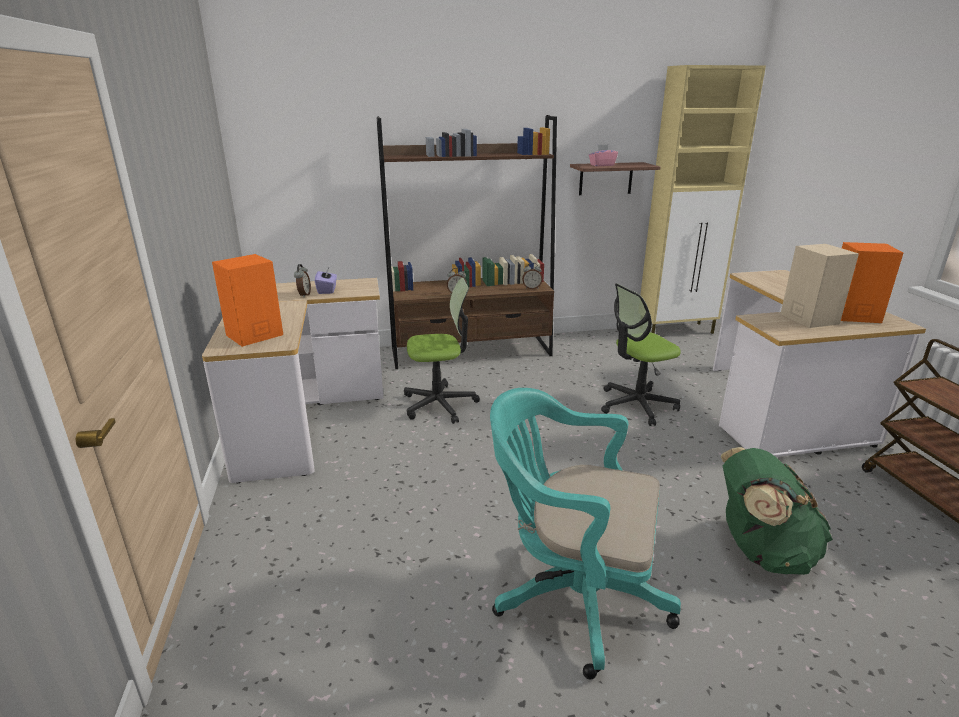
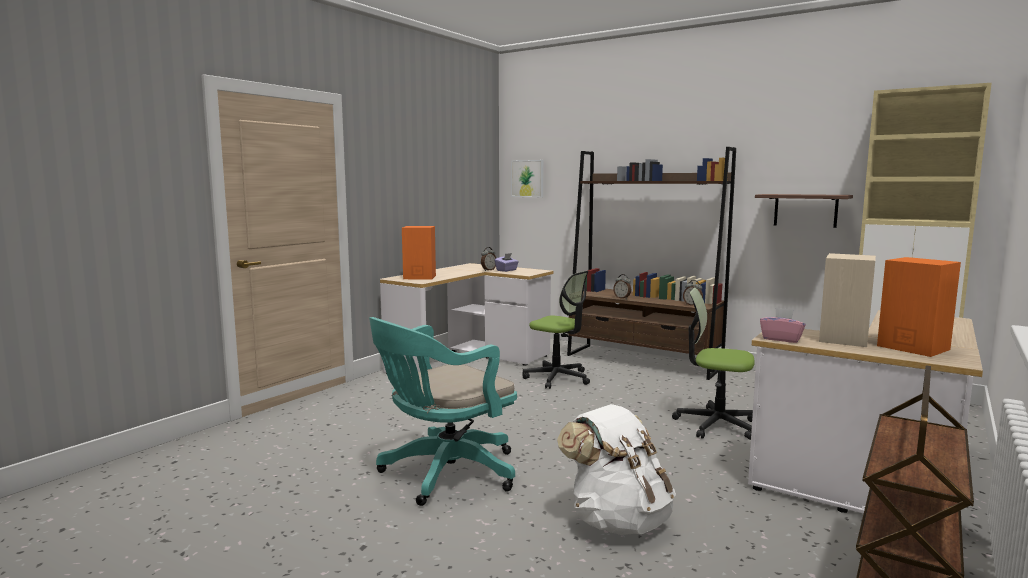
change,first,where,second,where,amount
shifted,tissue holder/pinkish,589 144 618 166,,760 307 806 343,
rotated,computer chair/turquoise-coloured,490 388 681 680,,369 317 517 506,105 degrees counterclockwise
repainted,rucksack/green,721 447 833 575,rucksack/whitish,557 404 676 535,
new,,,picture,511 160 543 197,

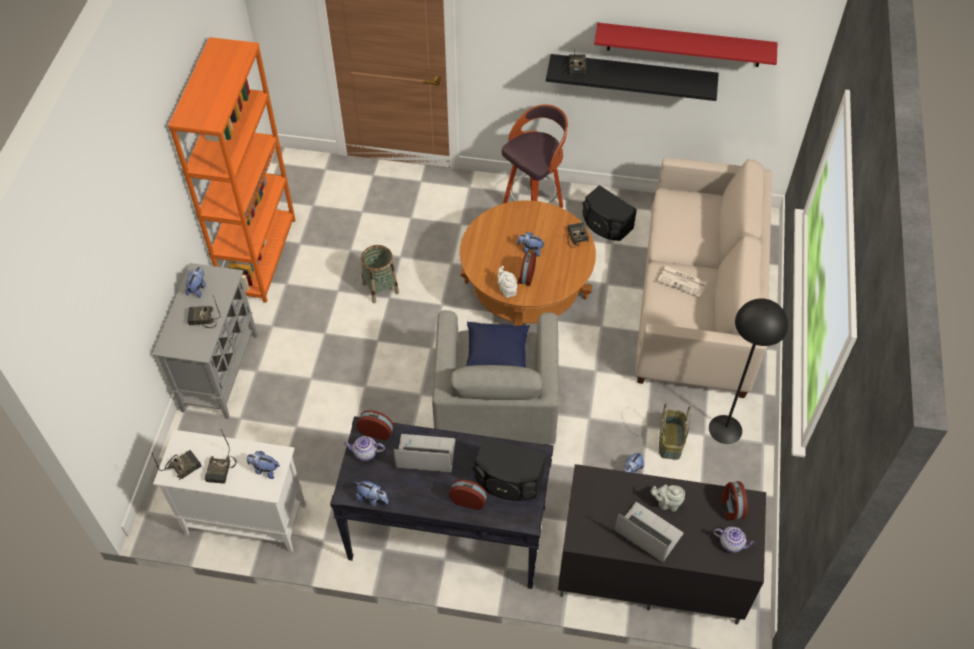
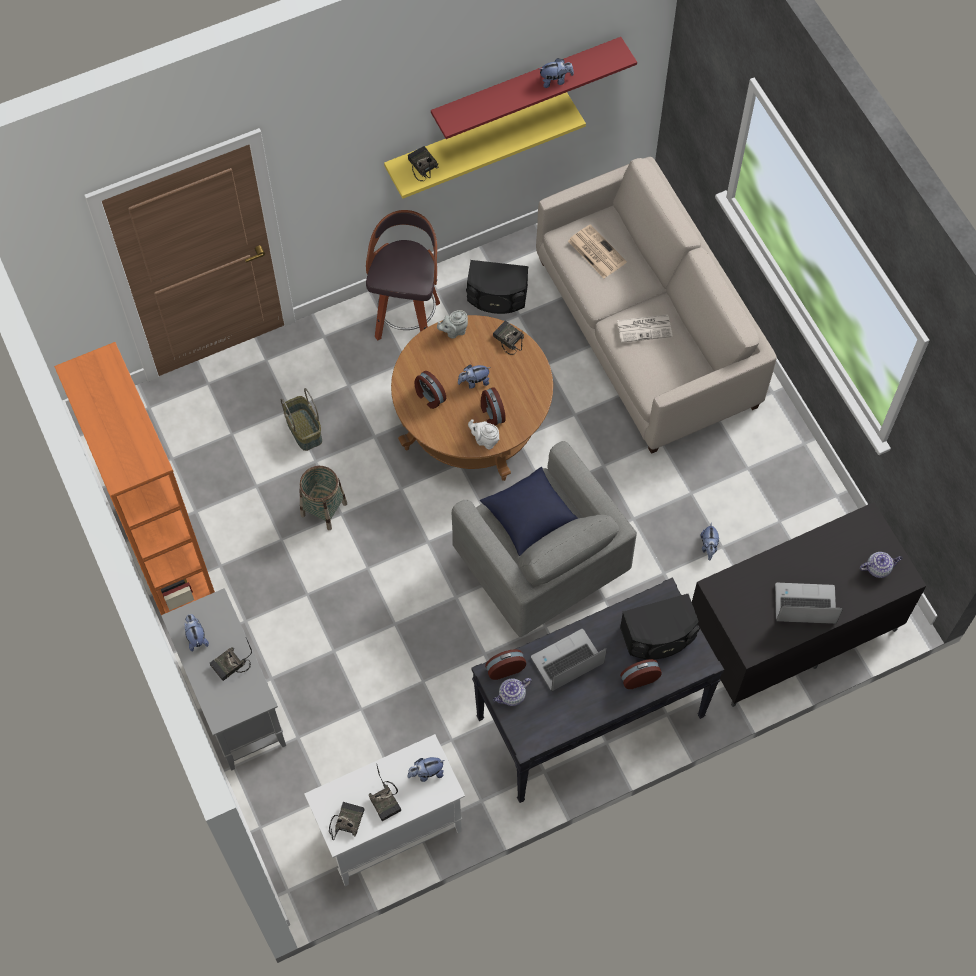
change,first,where,second,where,amount
repainted,shelf/black,546 54 719 101,shelf/yellowish,384 92 586 199,
gone,floor lamp/black,709 298 788 444,,,
shifted,household basket,659 403 691 460,,281 388 322 451,
shifted,cuddly toy,355 481 388 506,,540 58 574 88,
shifted,table clock,721 481 748 520,,415 371 446 409,
shifted,pot for tea/greyish,650 485 685 512,,437 310 468 339,
new,,,printed paper,568 224 627 278,

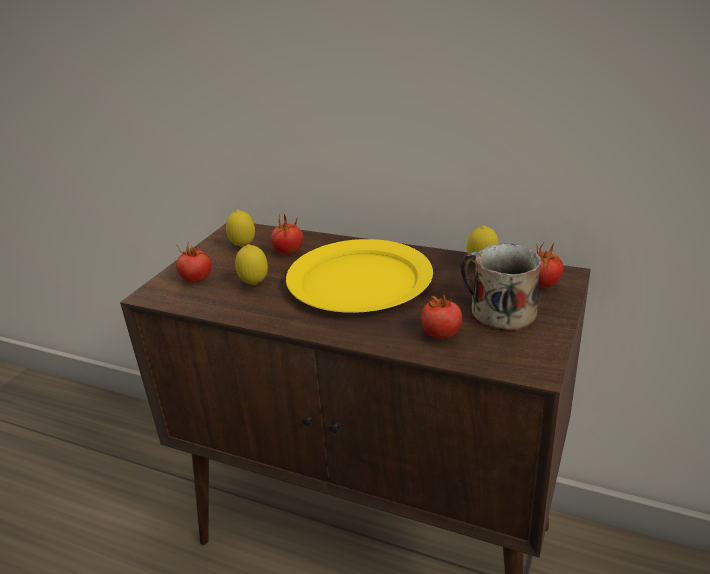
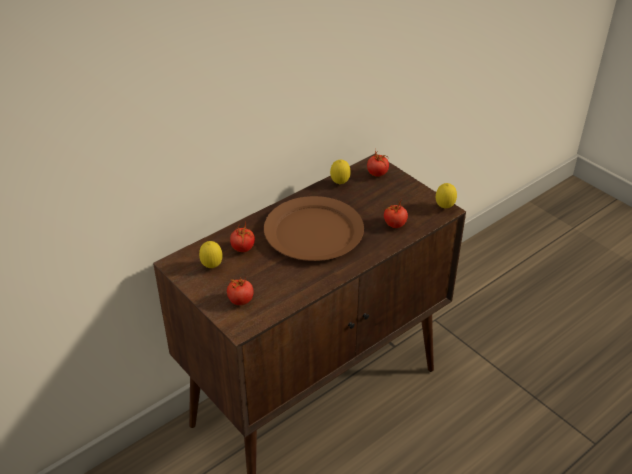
change,first,where,second,where,amount
repainted,flat dish/yellowish,286 239 433 313,flat dish/brownish,264 196 364 261,
gone,mug,461 243 541 331,,,
shifted,whole lemon,235 244 268 286,,436 183 457 208,

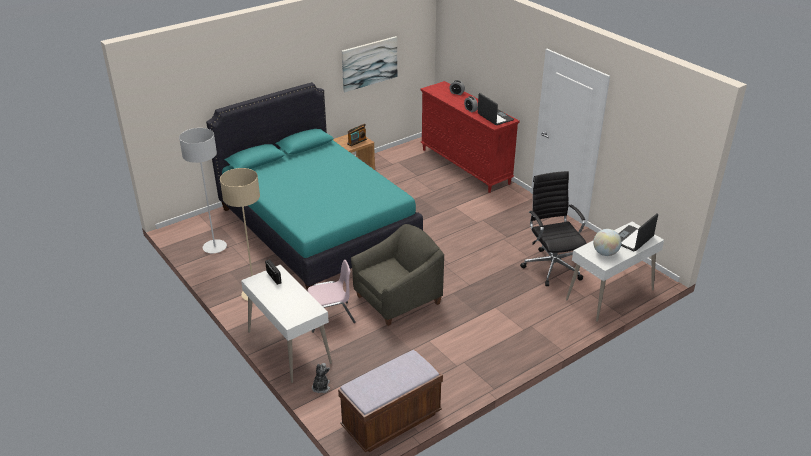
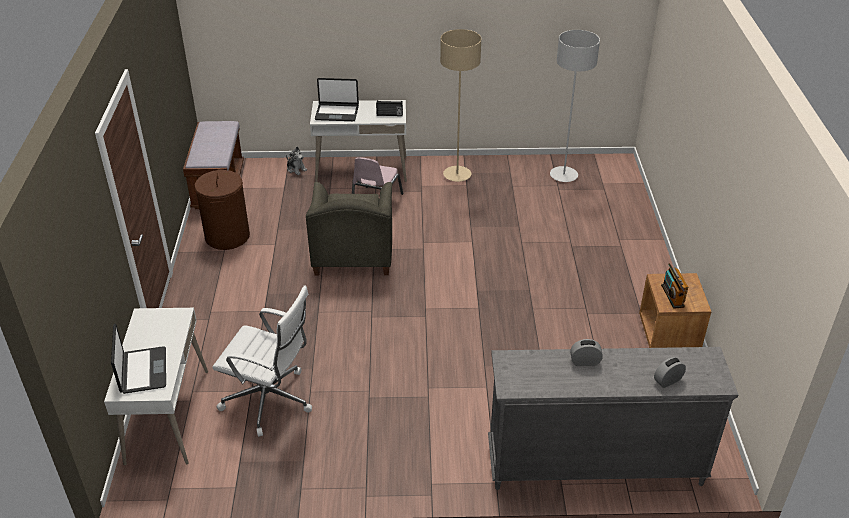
change,first,where,second,where,amount
gone,picture,342 36 397 92,,,
repainted,drawer chest/reddish,420 81 520 193,drawer chest/greyish,488 347 739 490,
gone,bedroom bed/turquoise-coloured,206 82 423 290,,,
shifted,laptop,478 93 514 125,,315 78 359 121,
repainted,computer chair/black,520 171 587 286,computer chair/whitish,212 286 312 437,
gone,globe,593 229 621 256,,,
new,,,hamper/brownish,195 169 250 250,

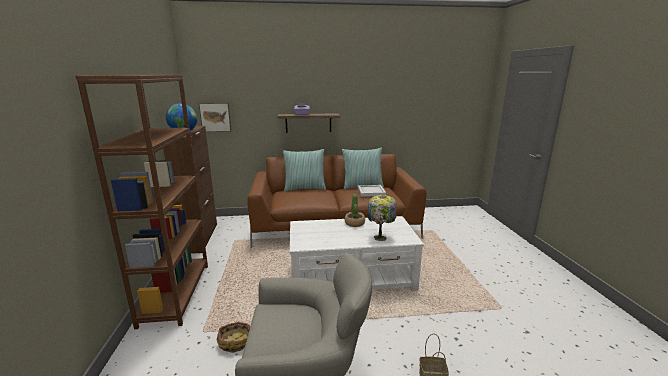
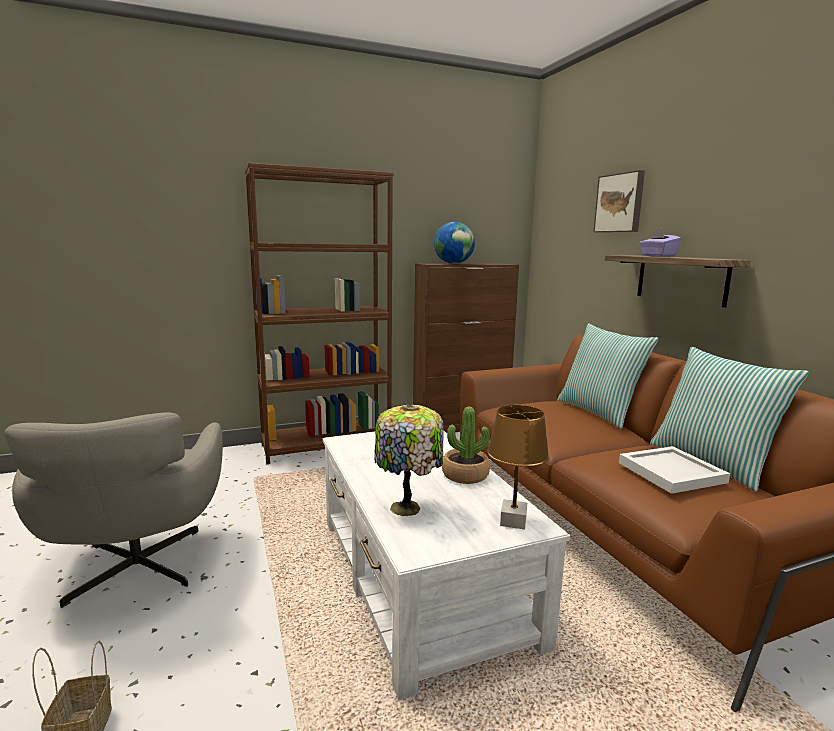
change,first,where,second,where,amount
shifted,picture,199 103 231 132,,593 170 645 232,
gone,household basket,217 322 250 353,,,
new,,,lamp for a table/brownish,487 405 549 530,

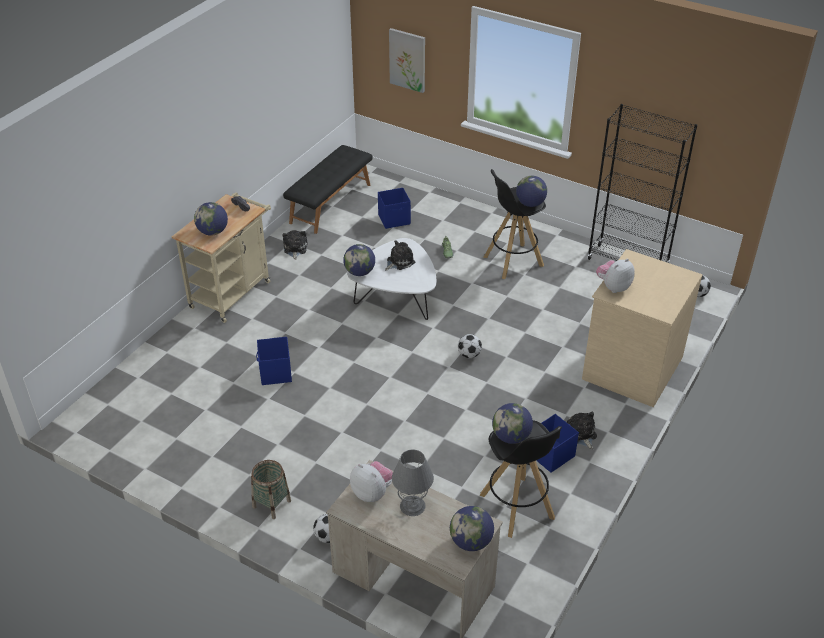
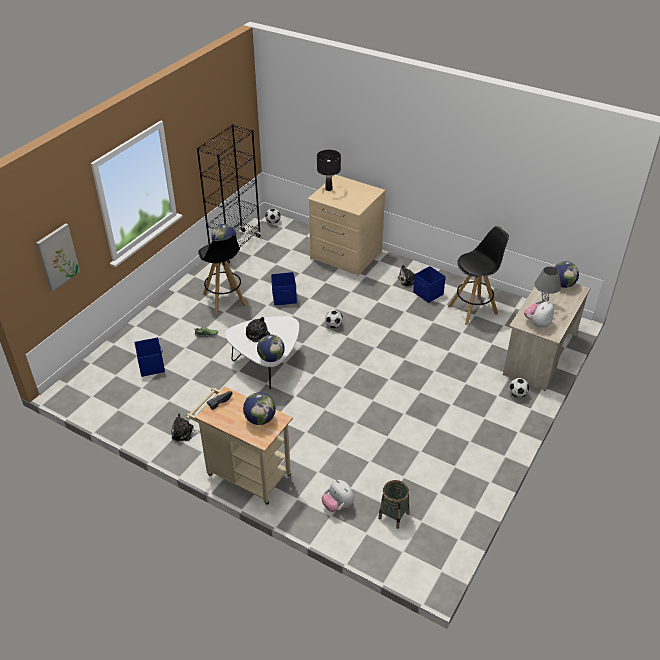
change,first,where,second,where,amount
gone,indoor bench/black,283 145 373 234,,,
shifted,cuddly toy,596 259 635 293,,322 480 354 512,
shifted,storage bin/bluish,256 337 292 385,,271 272 297 306,
gone,globe,492 403 533 444,,,
shifted,household basket,251 460 291 519,,378 480 409 529,
new,,,lamp for a table/black,317 150 341 191,

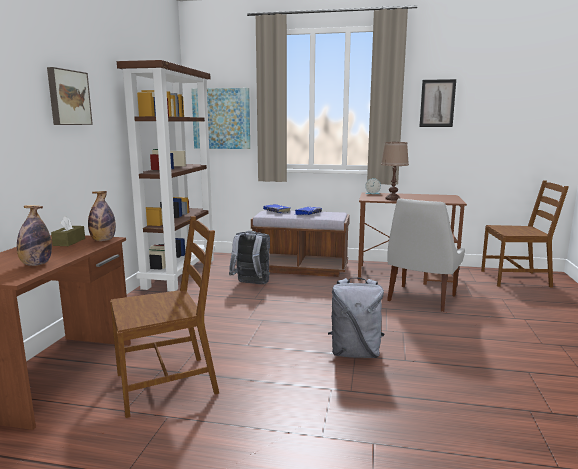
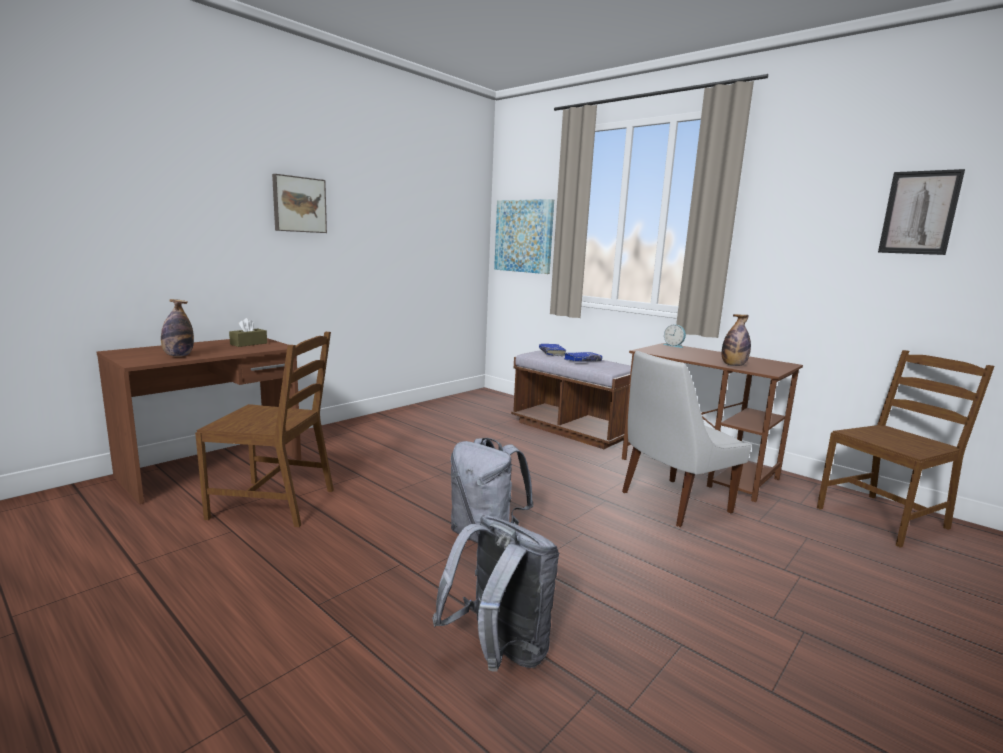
change,first,where,second,where,amount
gone,shelving unit/brownish,117 60 215 292,,,
shifted,picture,420 79 456 127,,878 169 965 255,
gone,lamp for a table/brownish,381 142 409 201,,,
rotated,upright chair/brownish,481 180 569 288,,817 350 994 548,60 degrees counterclockwise
shifted,drink bottle,88 191 116 241,,722 314 751 366,
shifted,rucksack/greyish,229 231 270 284,,432 515 559 672,

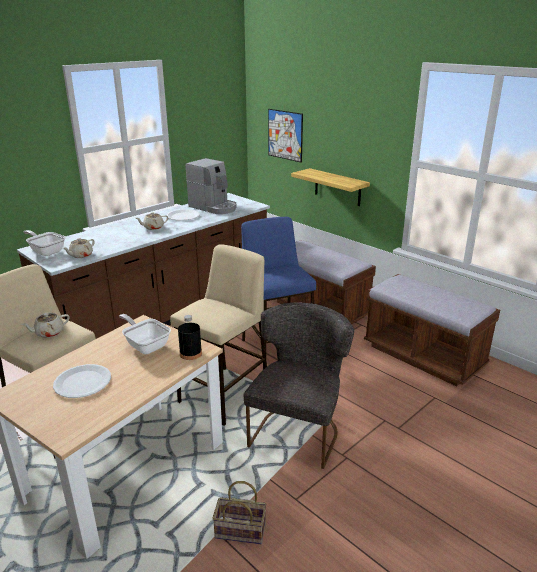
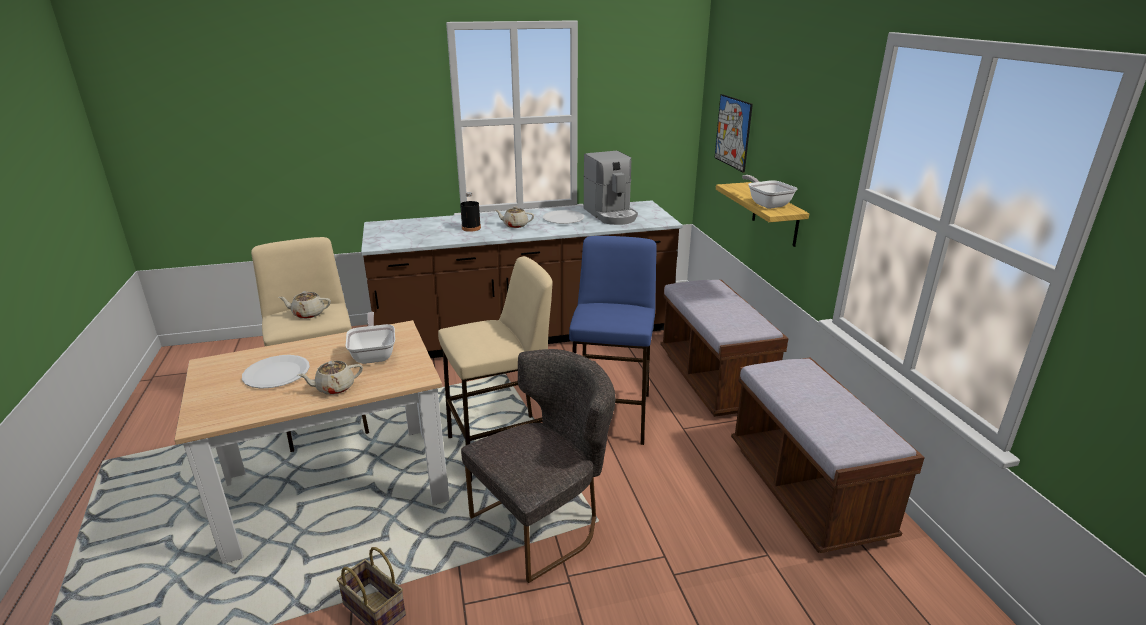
change,first,where,second,where,amount
shifted,skillet,24 230 65 256,,742 175 797 209,
shifted,pot for tea/beige-coloured,63 238 95 258,,298 361 363 395,
shifted,drink bottle/black,178 315 202 360,,460 192 481 232,

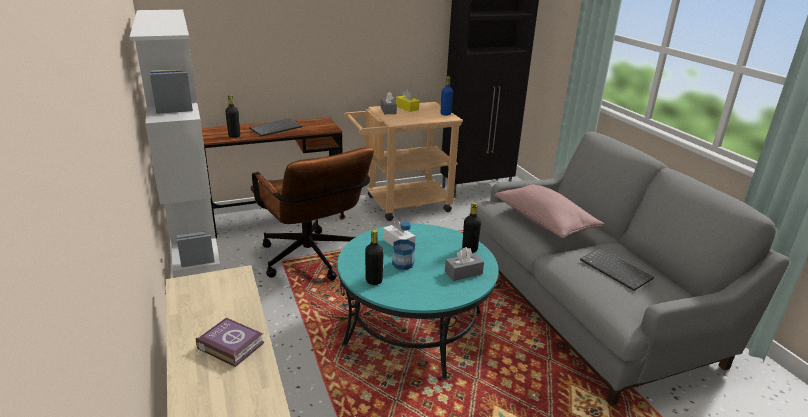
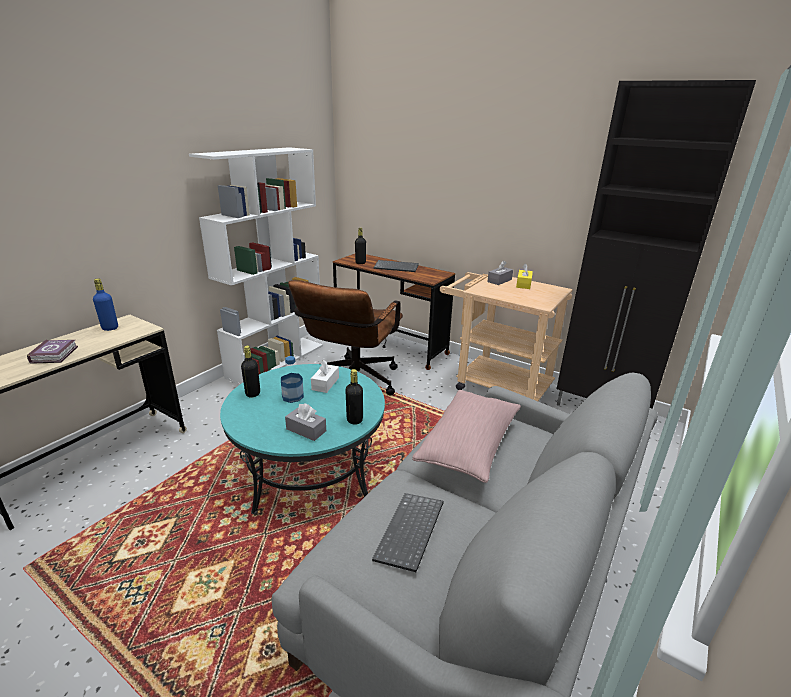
change,first,where,second,where,amount
shifted,drink bottle/bluish,441 76 453 115,,93 279 118 331,

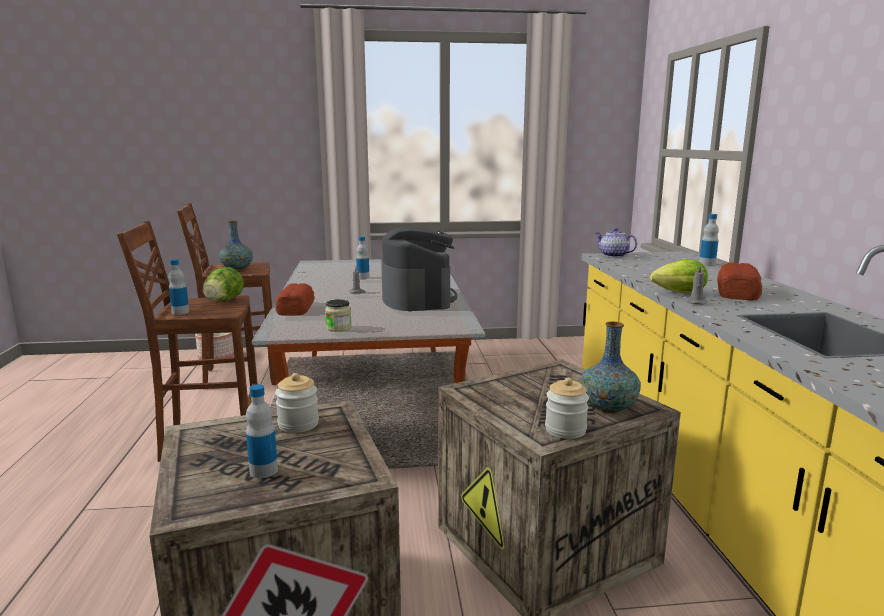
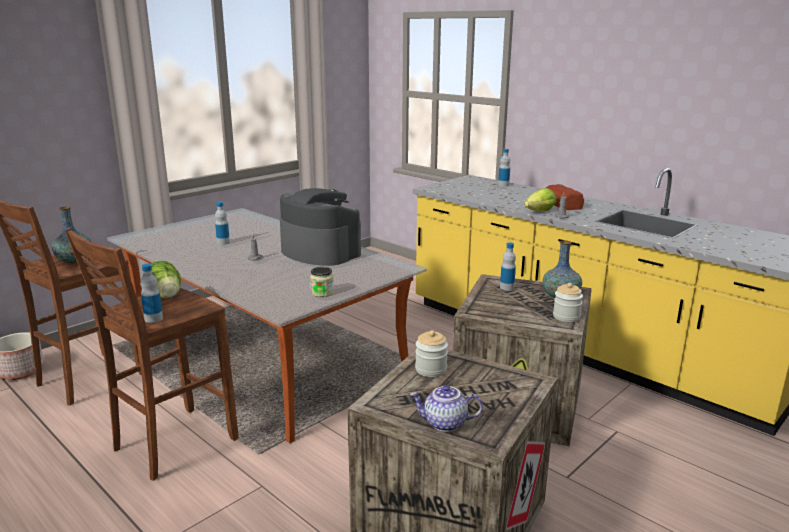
change,first,where,second,where,amount
shifted,pot for tea,595 228 637 257,,410 385 483 432,
gone,baked bread,275 283 315 315,,,
shifted,drink bottle,246 384 278 478,,500 242 516 291,

